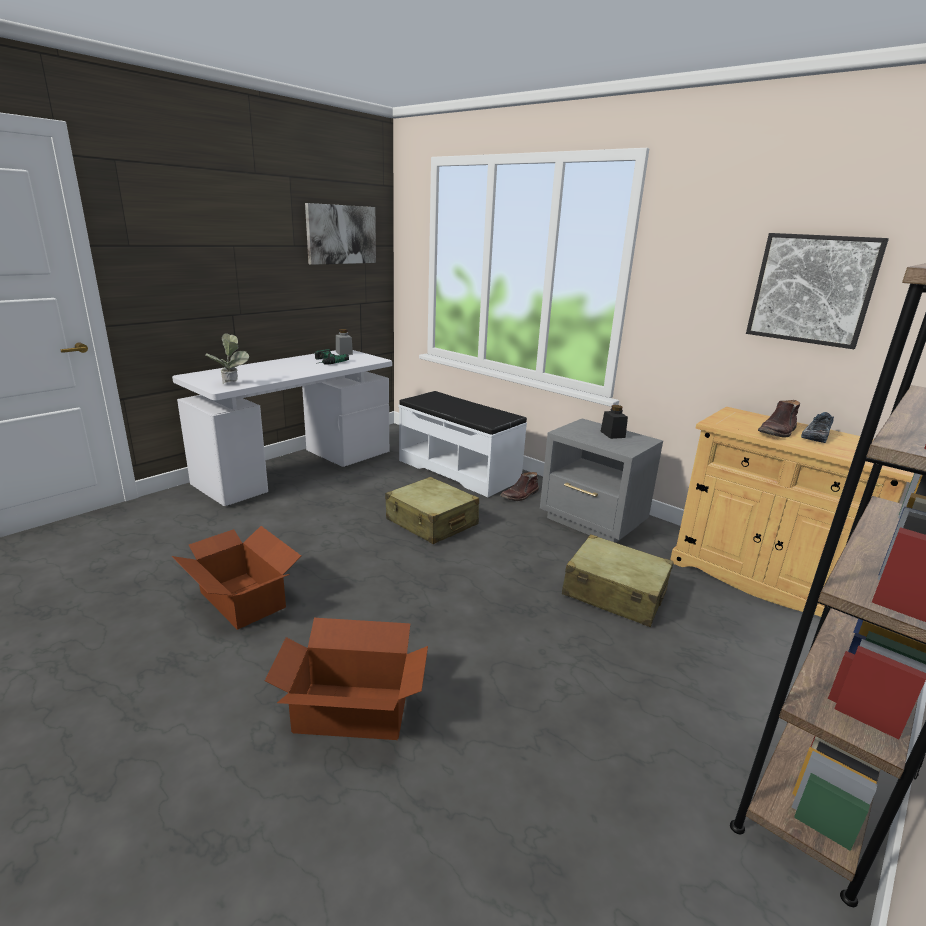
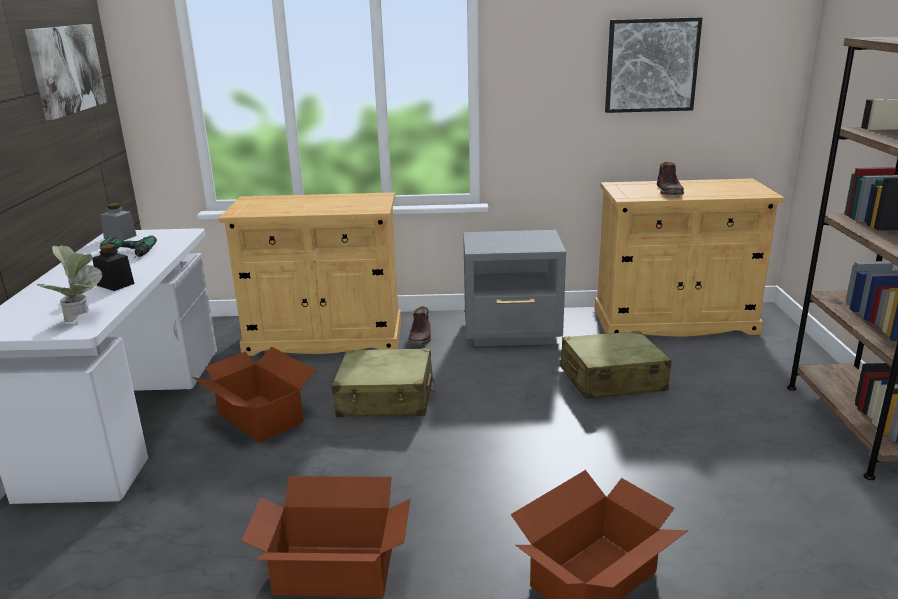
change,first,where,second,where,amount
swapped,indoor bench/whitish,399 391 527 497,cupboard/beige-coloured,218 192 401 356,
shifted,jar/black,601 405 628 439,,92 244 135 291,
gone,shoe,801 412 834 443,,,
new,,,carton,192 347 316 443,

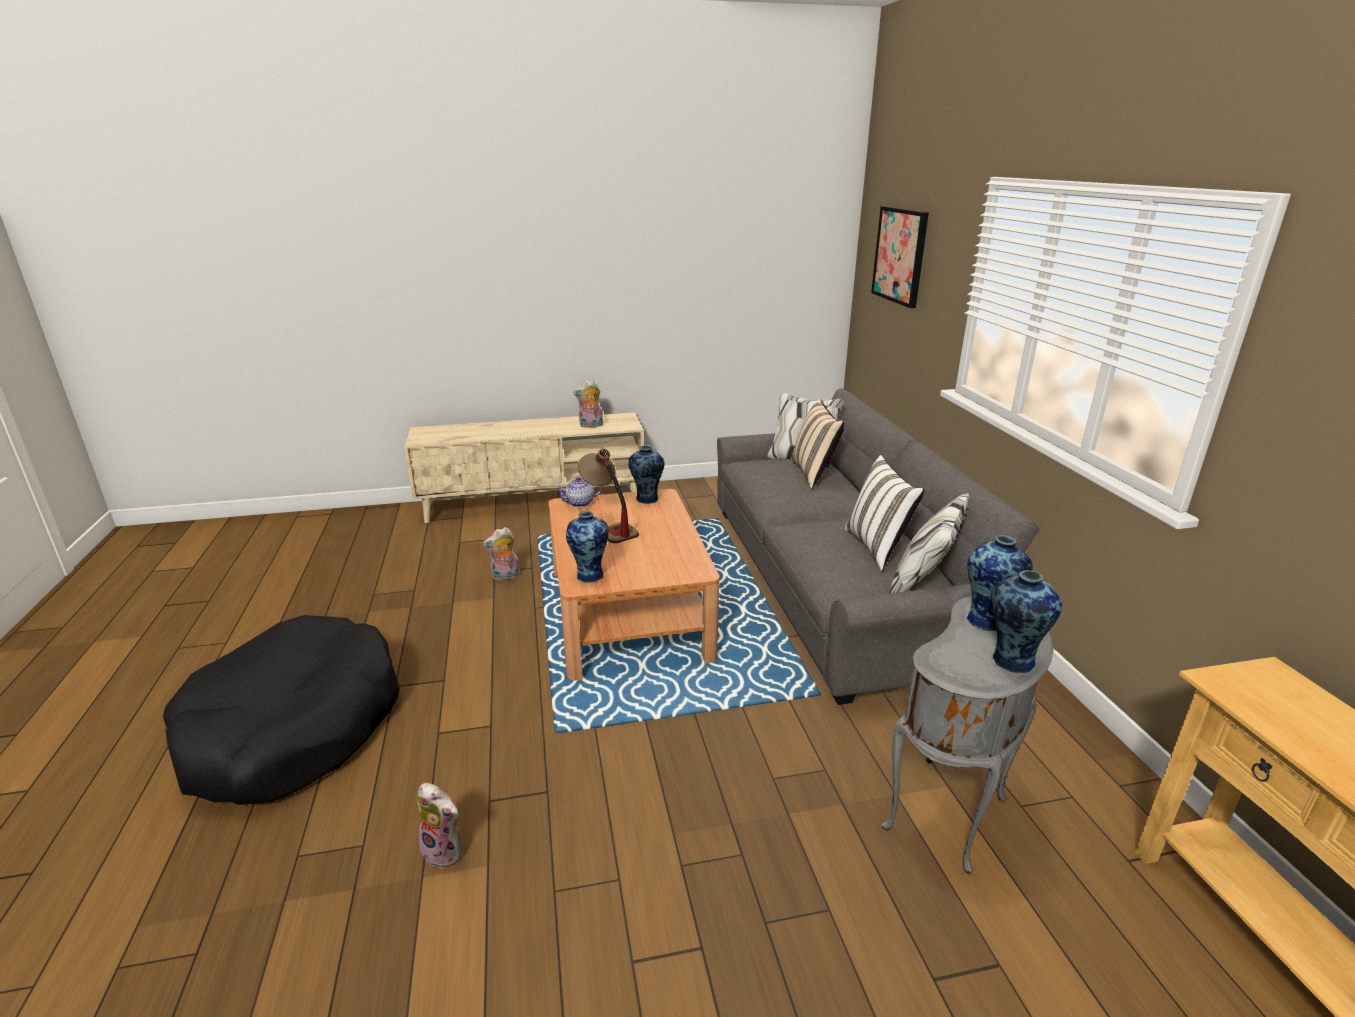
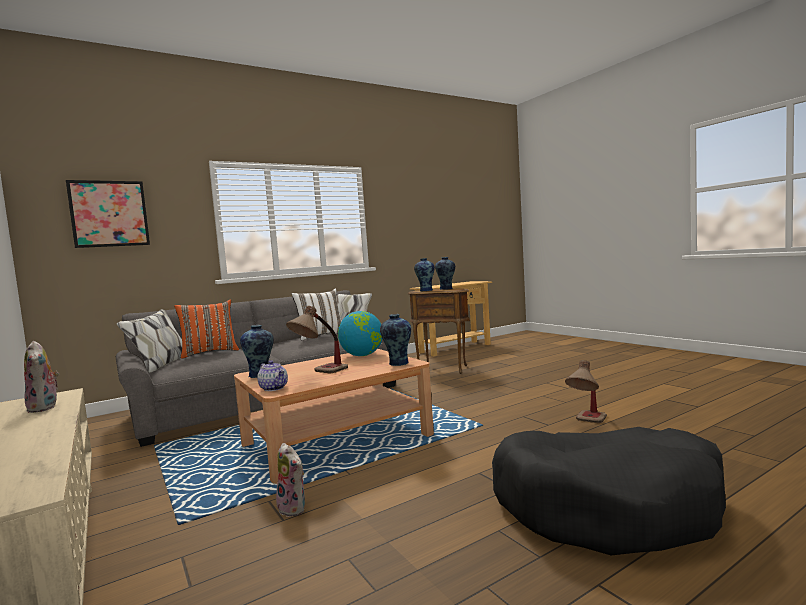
change,first,where,second,where,amount
repainted,throw pillow/beige-coloured,791 399 844 489,throw pillow/orangey,174 299 239 359,
repainted,accent table/greyish,881 596 1054 874,accent table/brownish,408 289 470 374,
swapped,cuddly toy,417 783 462 869,lamp for a table,565 360 607 423,
new,,,globe,338 311 382 356,

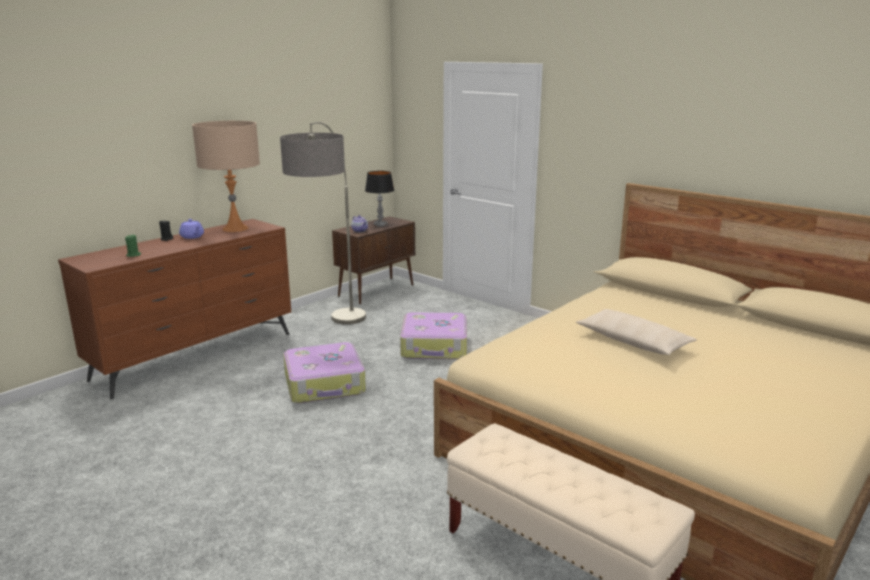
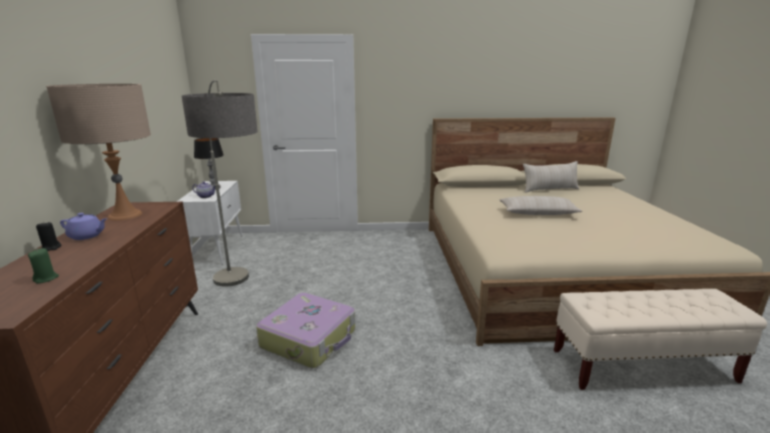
change,first,where,second,where,amount
repainted,cupboard/brownish,332 216 415 305,cupboard/whitish,177 181 243 265,
gone,travel case,400 312 467 359,,,
new,,,throw pillow/beige-coloured,523 161 579 193,

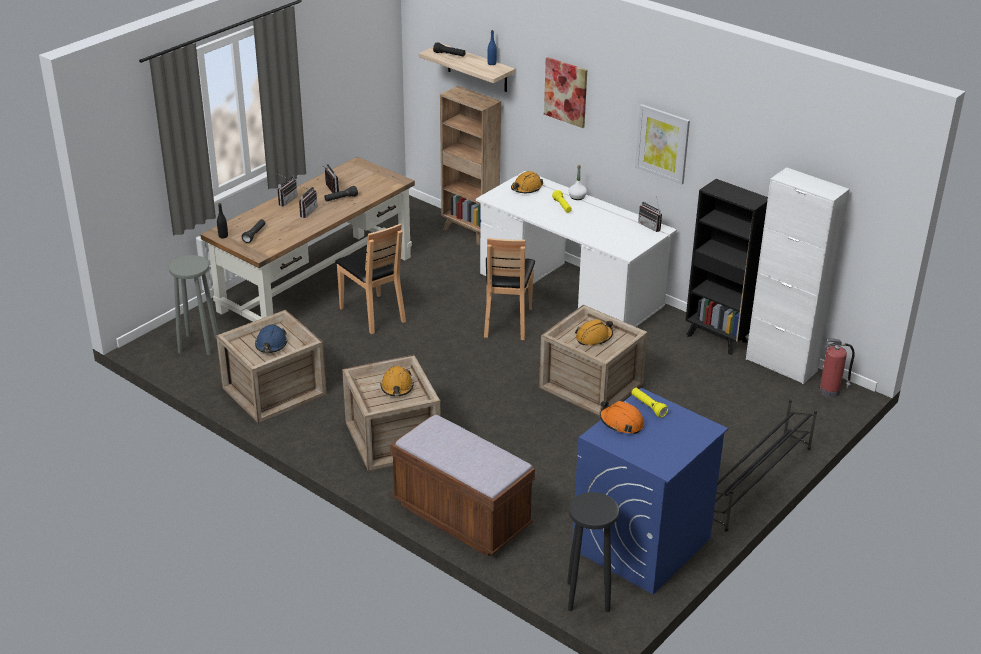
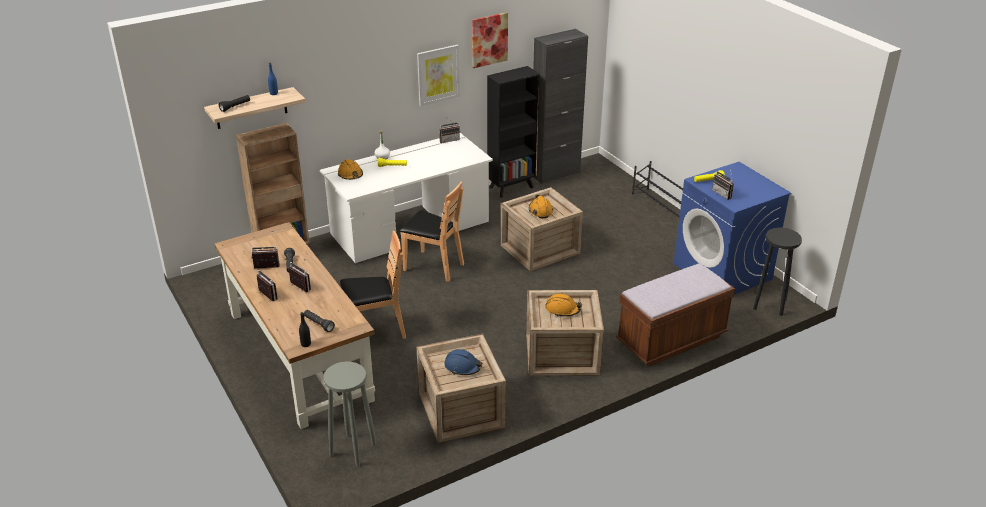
change,first,where,second,where,amount
shifted,picture,544 57 587 128,,472 12 508 68,
repainted,cupboard/whitish,746 167 850 384,cupboard/black,533 29 588 184,
gone,fire extinguisher,819 338 855 398,,,
swapped,hard hat/orangey,600 401 644 434,radio,712 167 734 200,

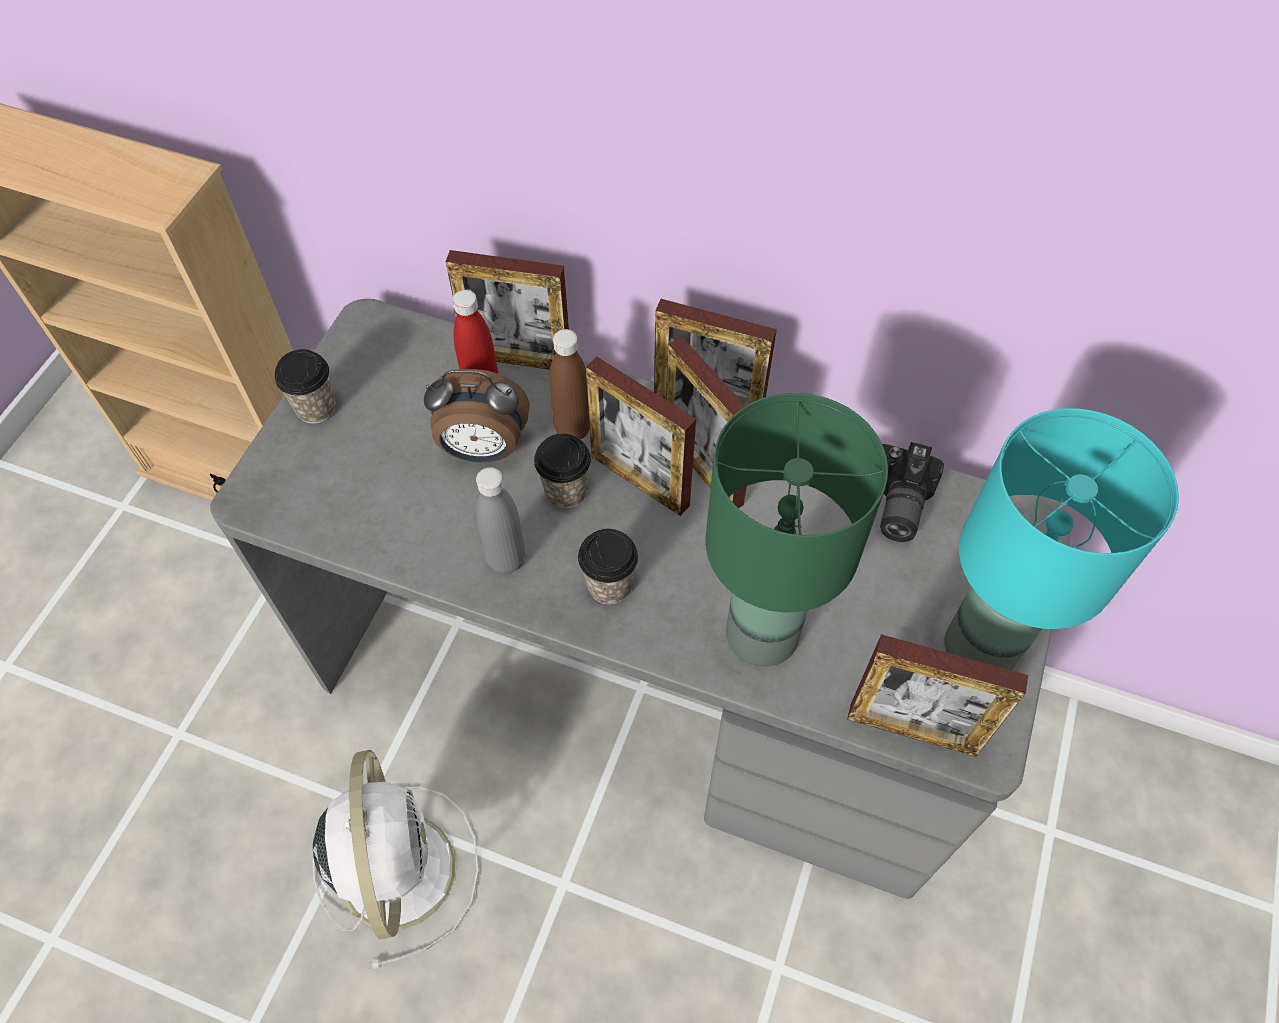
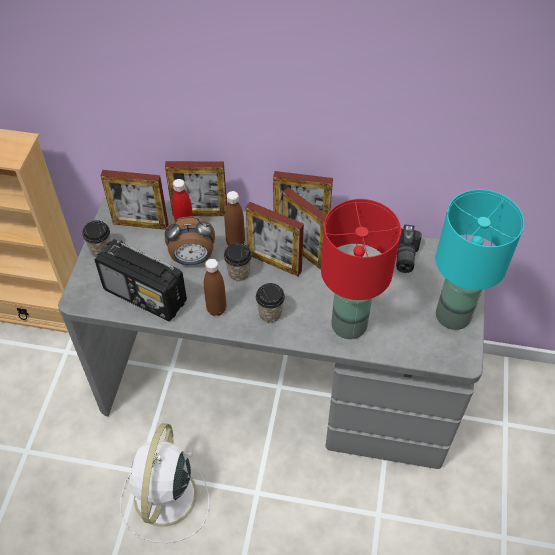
change,first,where,second,where,amount
repainted,lamp for a table/green,706 393 888 667,lamp for a table/reddish,321 199 401 339,
repainted,drink bottle/greyish,476 467 526 574,drink bottle/brownish,204 259 226 316,
shifted,photo frame,847 634 1028 757,,100 170 168 230,
rotated,cooling fan/whitish,312 750 479 969,,120 423 209 543,150 degrees counterclockwise
new,,,radio,95 239 187 322,

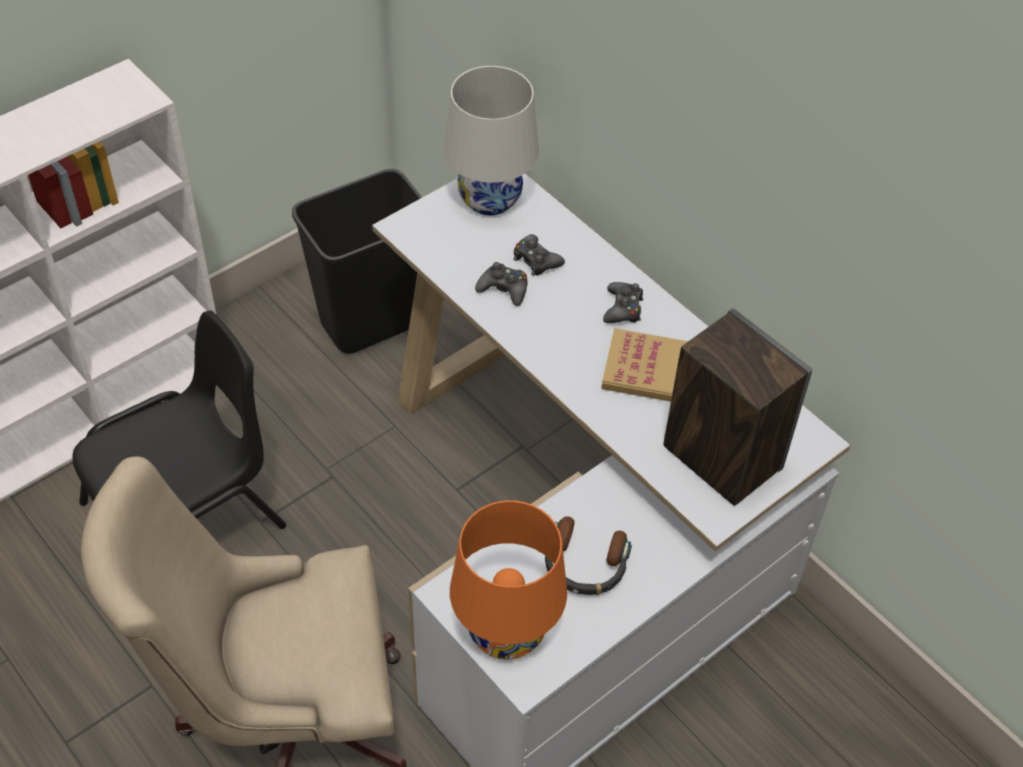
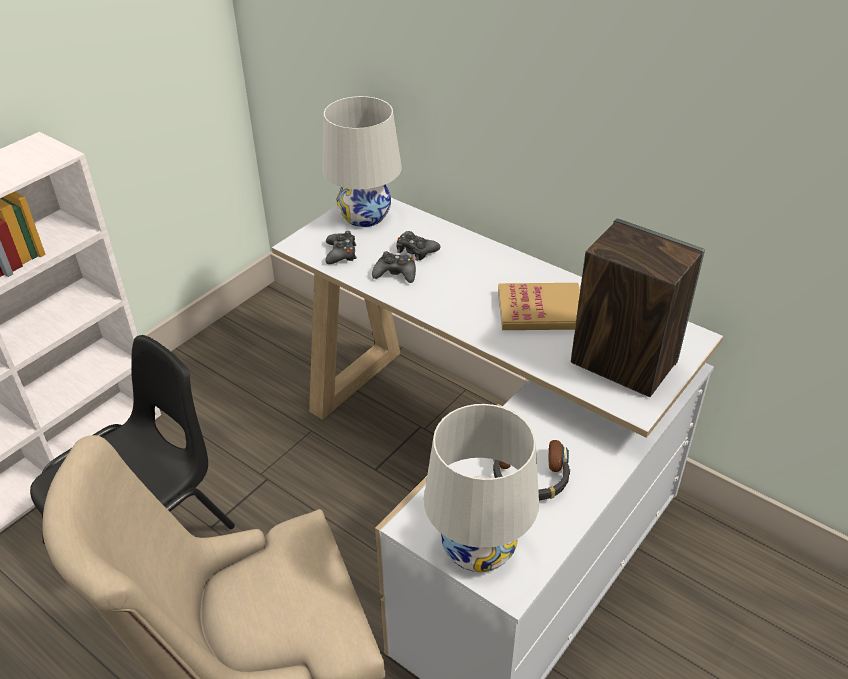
change,first,where,second,where,amount
gone,trash can/black,292 169 422 354,,,
shifted,gamepad/black,603 282 643 323,,325 231 357 264,
repainted,lamp for a table/orangey,450 501 567 659,lamp for a table/whitish,424 404 539 572,

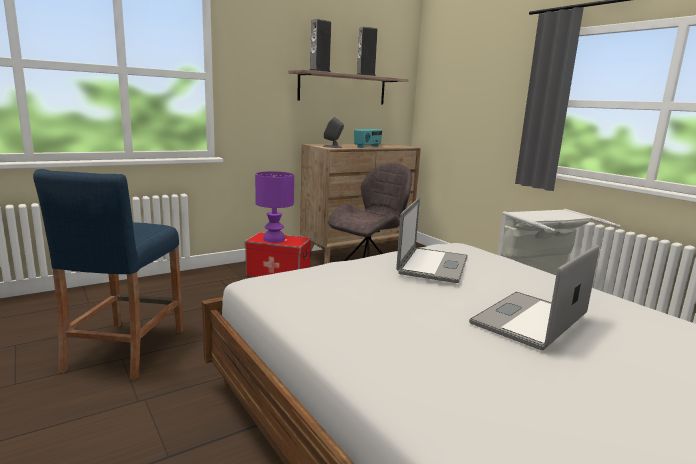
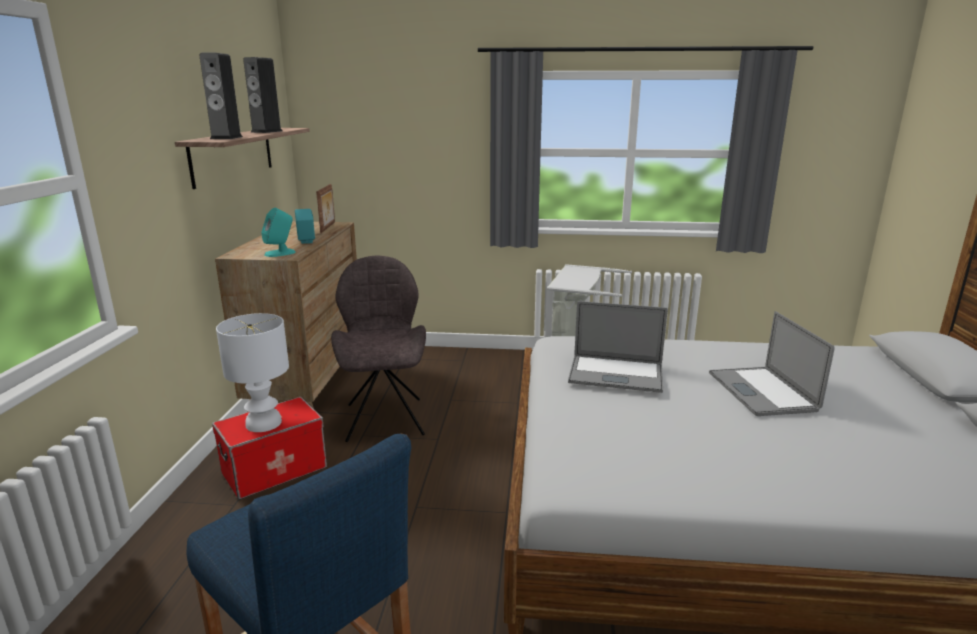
change,first,where,second,where,amount
repainted,speaker/greyish,323 117 344 148,speaker/turquoise-coloured,261 208 296 257,
repainted,lamp for a table/purple-coloured,255 171 294 243,lamp for a table/whitish,216 313 289 432,
rotated,laptop,396 197 468 283,,568 301 667 393,135 degrees clockwise
new,,,photo frame,316 184 335 233,

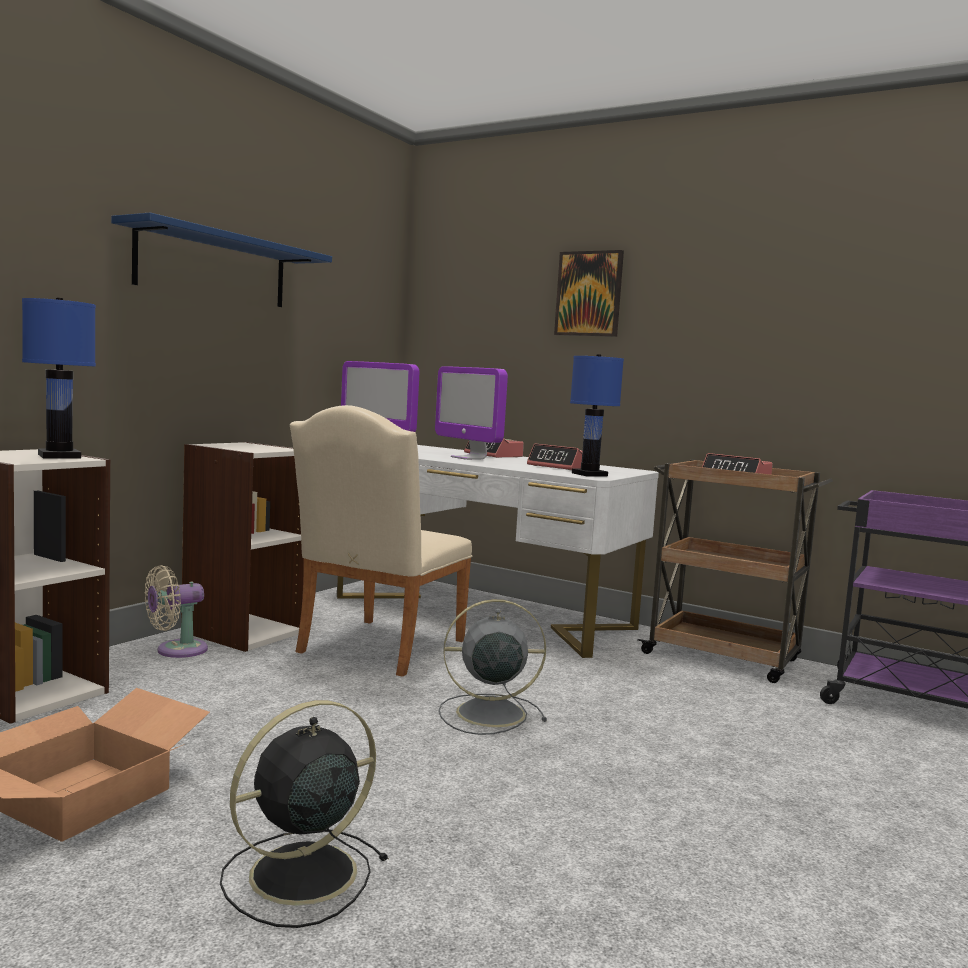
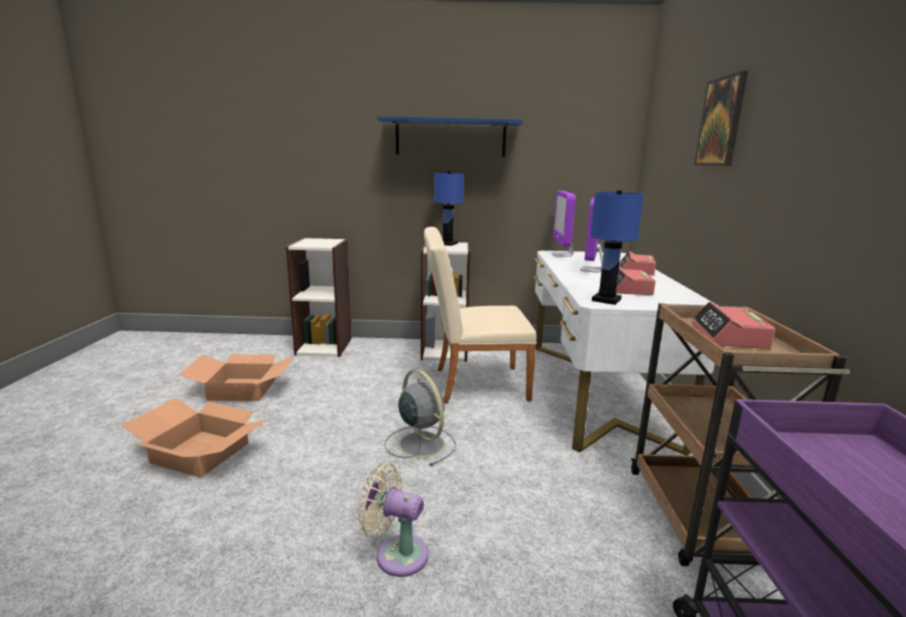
change,first,where,second,where,amount
shifted,lamp for a table/bluish,22 298 96 458,,434 171 464 246,
shifted,cooling fan/beige-coloured,145 565 208 658,,357 463 429 577,
swapped,cooling fan/black,220 700 389 928,carton,121 398 268 478,

